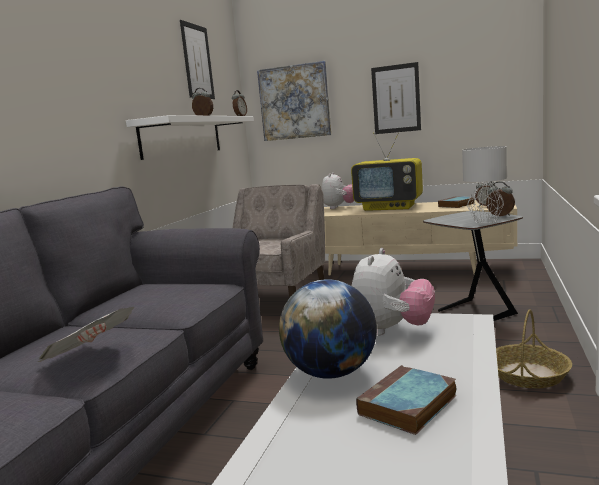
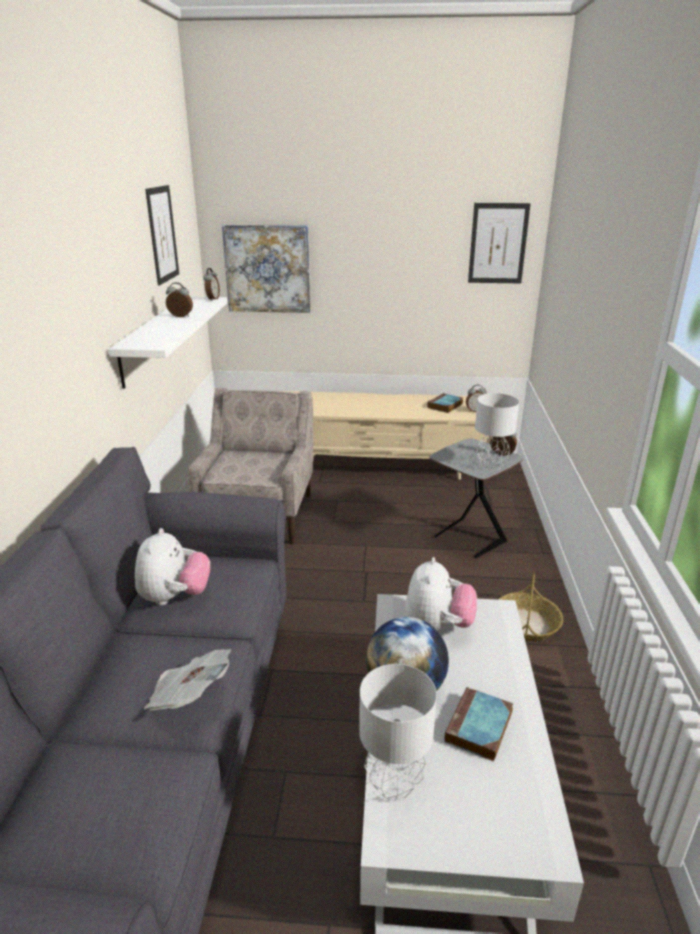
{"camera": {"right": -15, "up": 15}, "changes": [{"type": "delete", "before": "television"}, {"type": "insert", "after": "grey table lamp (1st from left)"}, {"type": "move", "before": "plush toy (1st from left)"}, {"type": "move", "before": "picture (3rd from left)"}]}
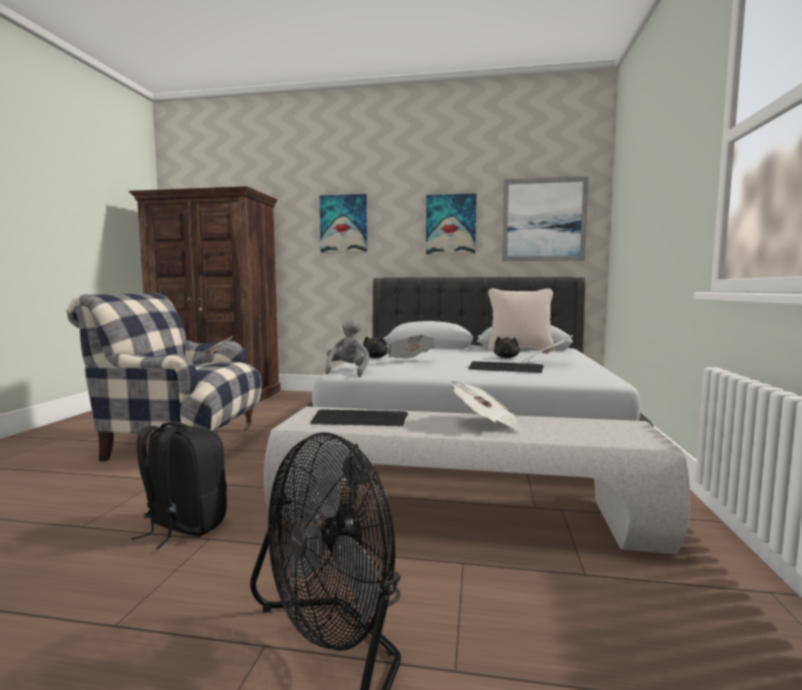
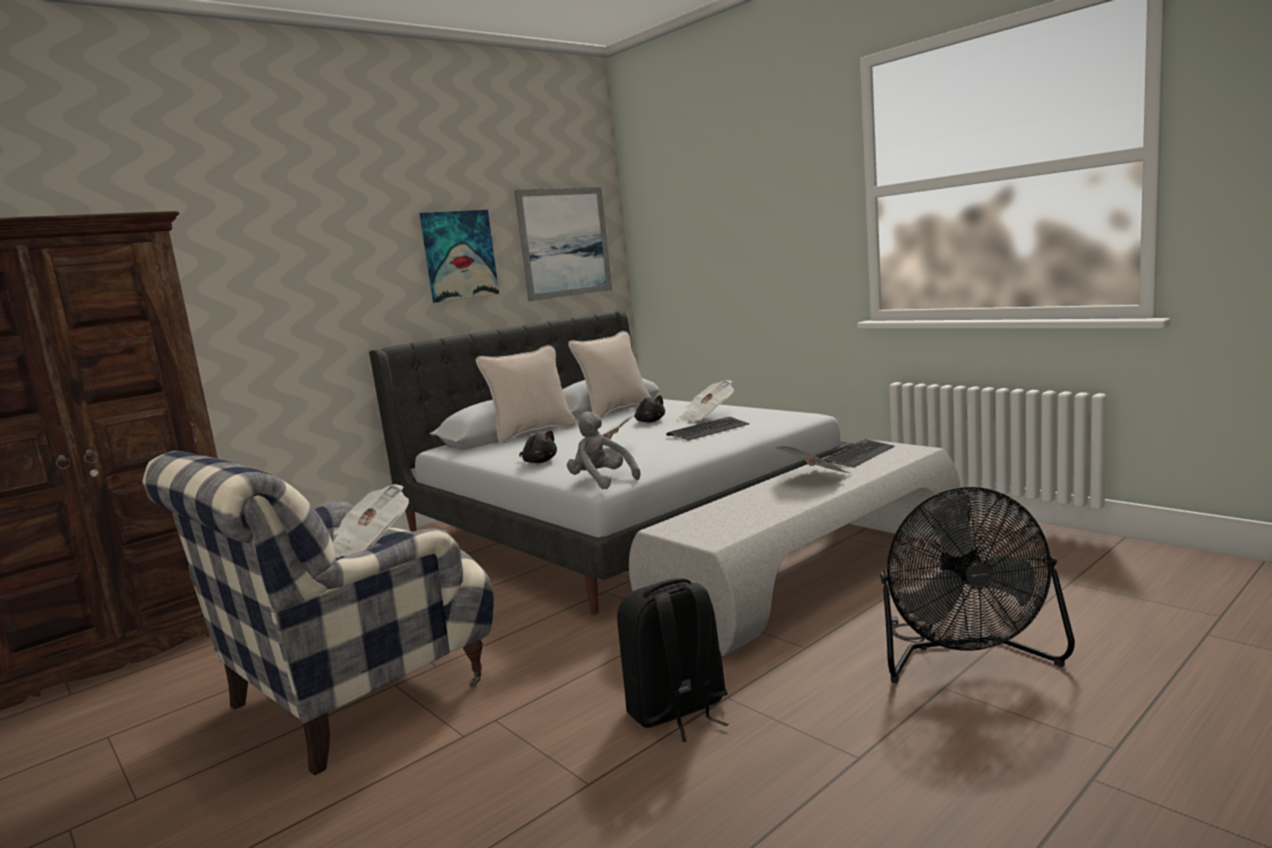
{"camera": {"right": -50, "up": 5}, "changes": [{"type": "delete", "before": "picture (1st from left)"}, {"type": "insert", "after": "beige pillow (1st from left)"}, {"type": "move", "before": "keyboard (1st from left in the first image)", "after": "keyboard (2nd from left)"}]}
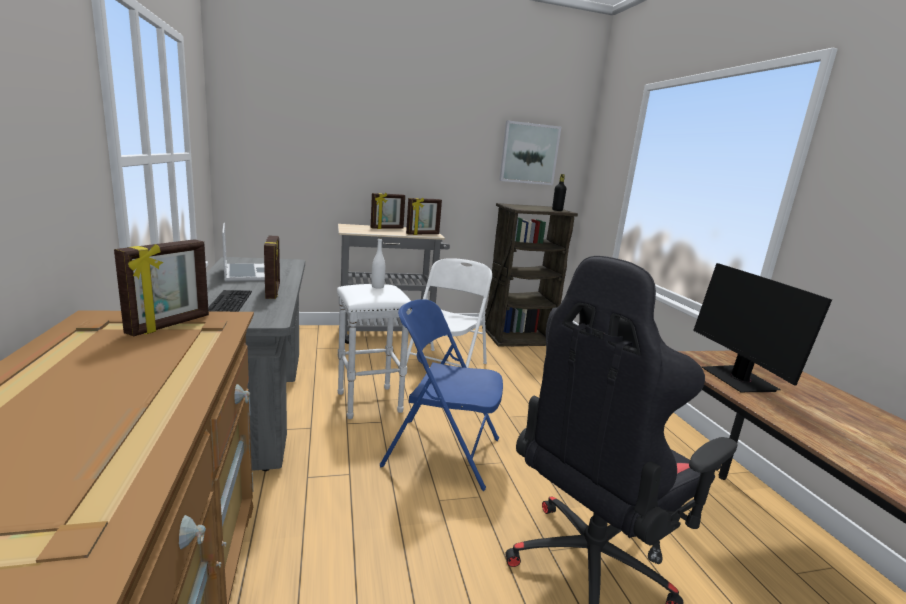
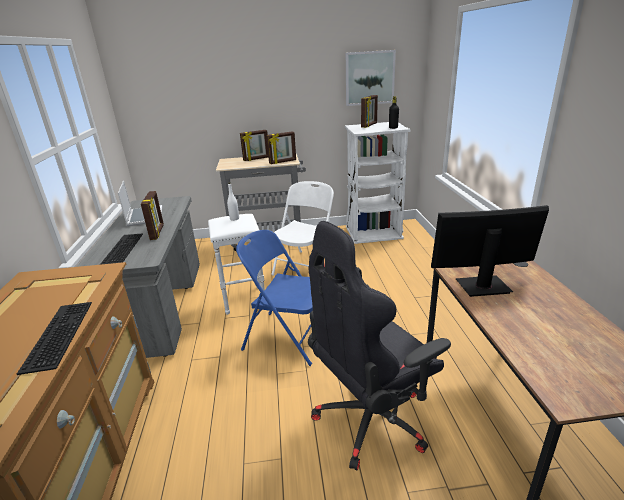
{"camera": {"right": 10, "up": 10}, "changes": [{"type": "insert", "after": "keyboard (1st from left)"}, {"type": "move", "before": "picture frame (1st from left in the first image)", "after": "picture frame (4th from left)"}, {"type": "recolor", "before": "brown bookcase", "after": "white bookcase"}, {"type": "rotate", "before": "monitor", "turn": 90}]}
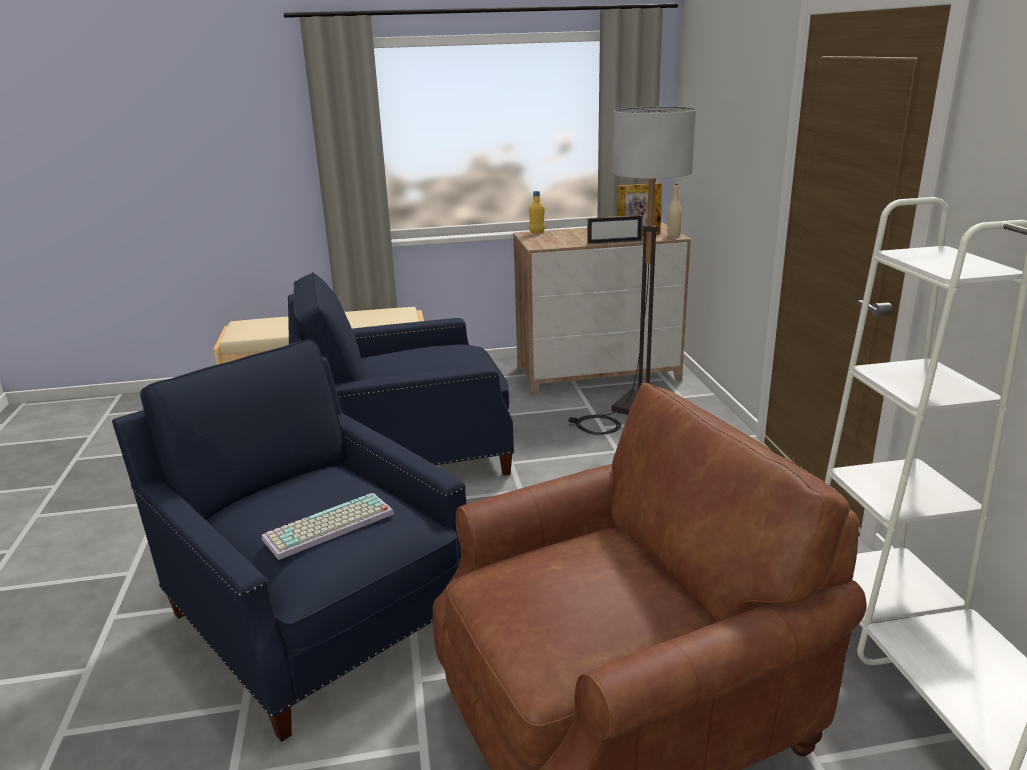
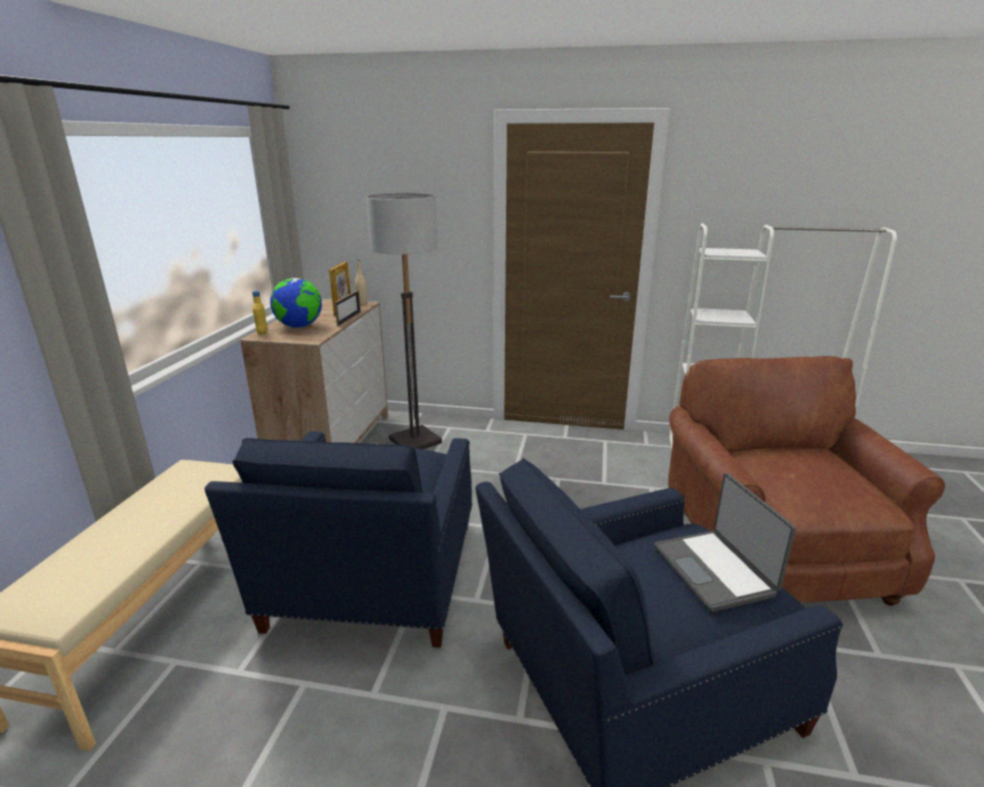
{"camera": {"right": -70, "up": 0}, "changes": [{"type": "insert", "after": "globe"}, {"type": "replace", "before": "keyboard", "after": "laptop"}]}
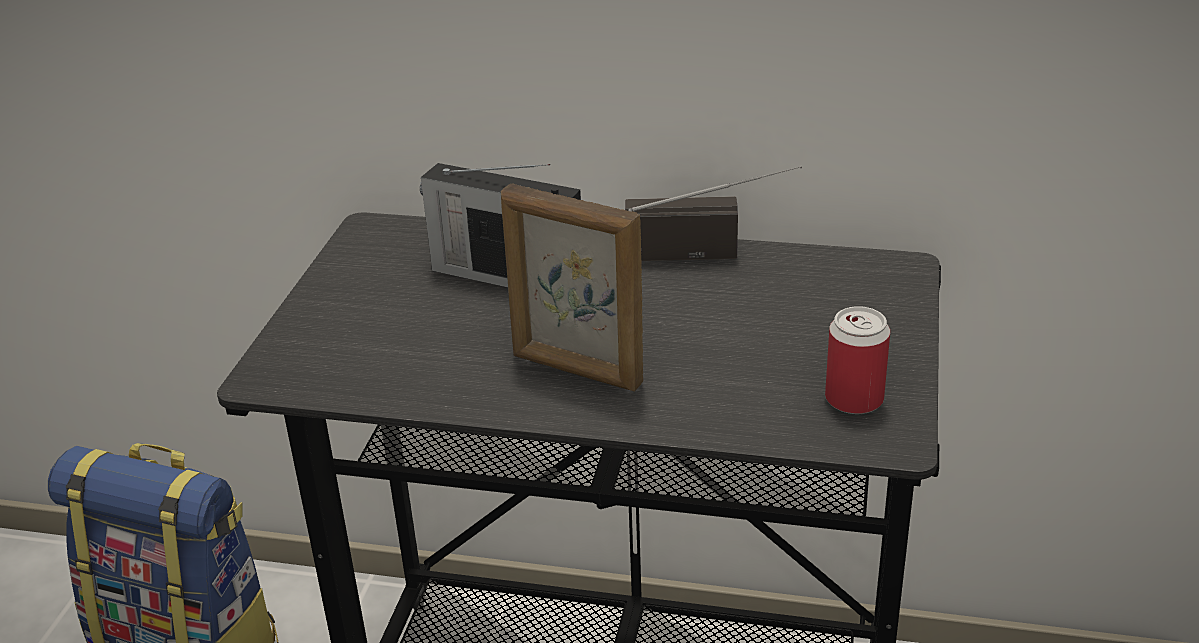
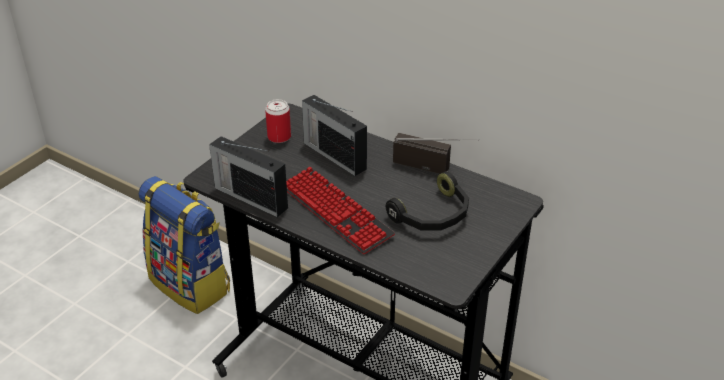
{"camera": {"right": 20, "up": 5}, "changes": [{"type": "insert", "after": "radio (1st from left)"}, {"type": "insert", "after": "black headphones"}, {"type": "move", "before": "can"}, {"type": "replace", "before": "picture frame", "after": "keyboard"}]}
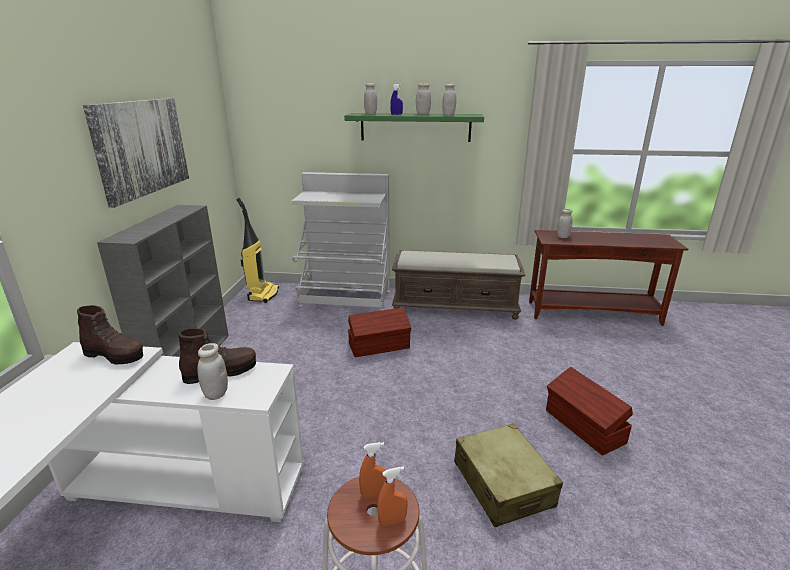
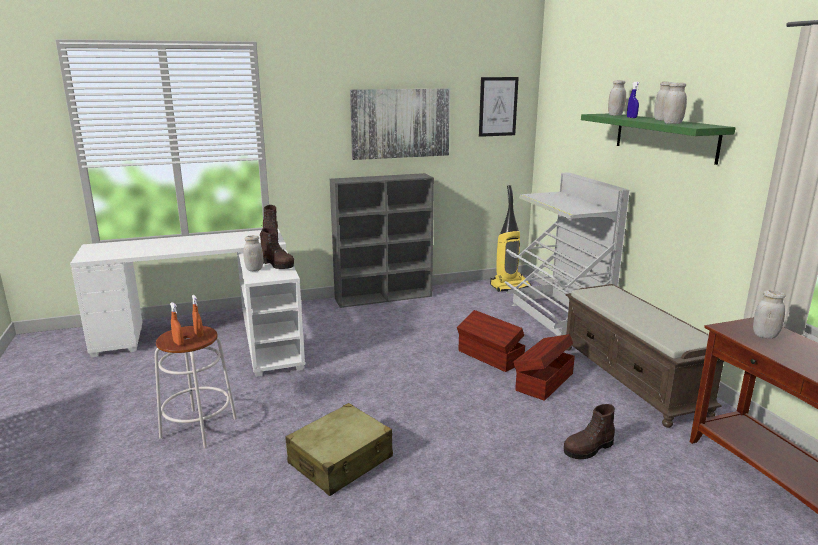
{"camera": {"right": 65, "up": -5}, "changes": [{"type": "insert", "after": "picture (2nd from left)"}, {"type": "insert", "after": "brown boot (3rd from left)"}, {"type": "move", "before": "brown storage box (2nd from left)"}]}
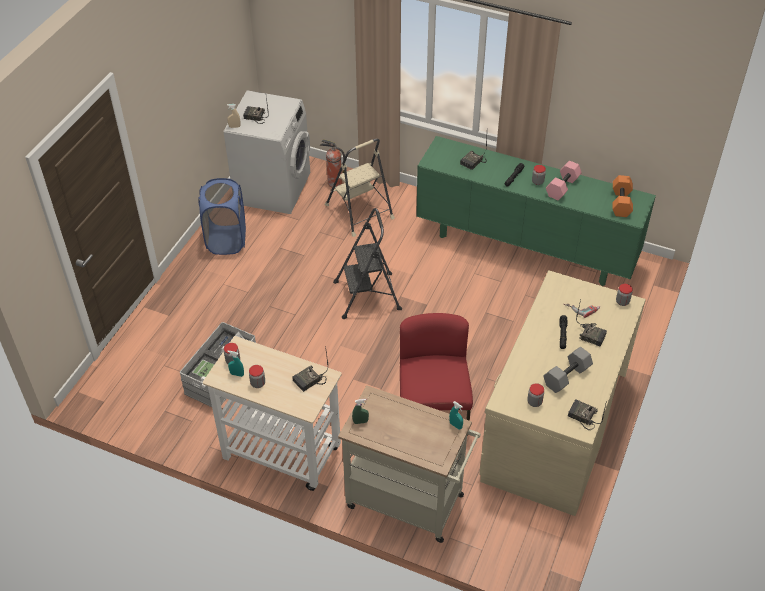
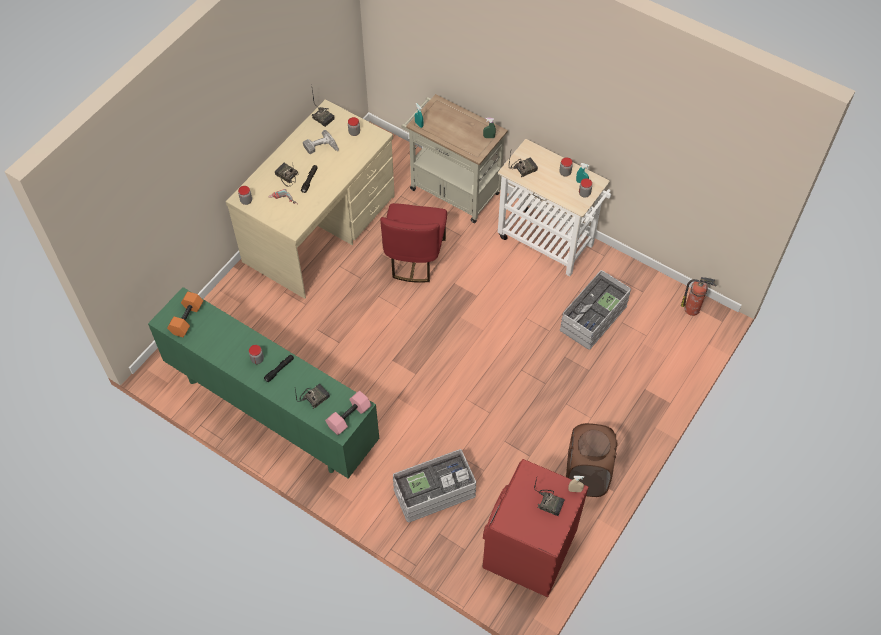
{"camera": {"right": -170, "up": 10}, "changes": [{"type": "delete", "before": "black step ladder"}, {"type": "move", "before": "fire extinguisher"}, {"type": "move", "before": "pink dumbbell"}, {"type": "replace", "before": "beige step ladder", "after": "grey storage box (1st from left)"}, {"type": "replace", "before": "grey dumbbell", "after": "power drill (2nd from left)"}, {"type": "recolor", "before": "blue laundry basket", "after": "brown laundry basket"}, {"type": "recolor", "before": "white washing machine", "after": "red washing machine"}]}
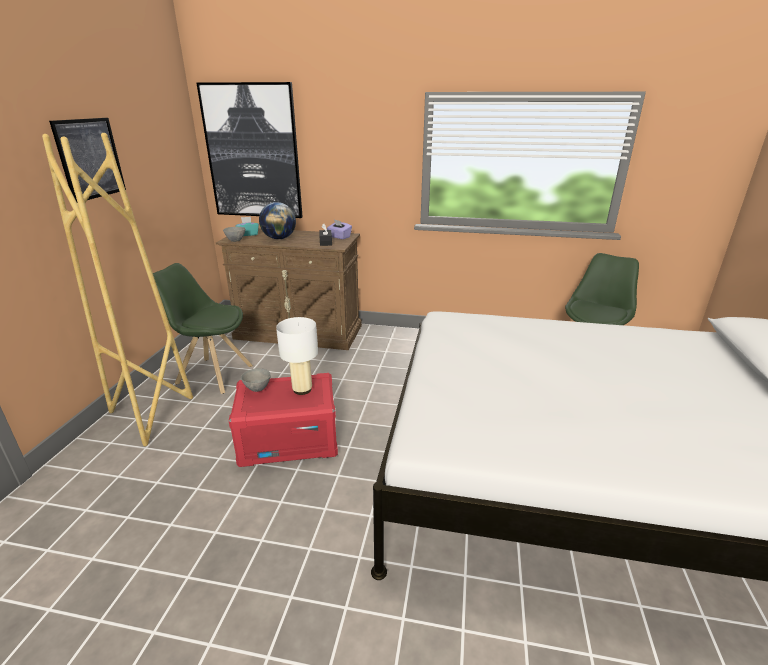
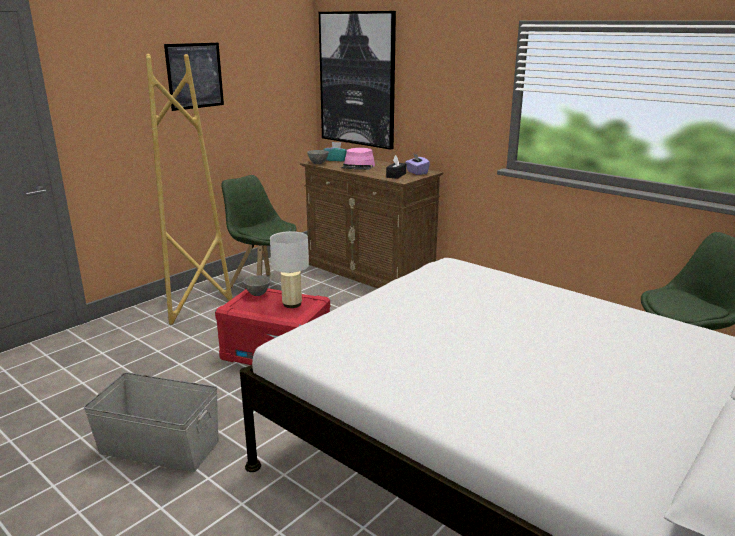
{"camera": {"right": 30, "up": -5}, "changes": [{"type": "insert", "after": "grey storage box"}, {"type": "replace", "before": "globe", "after": "pink hat"}]}
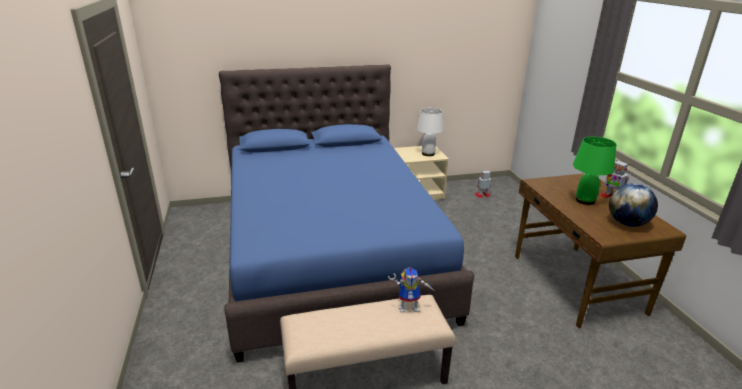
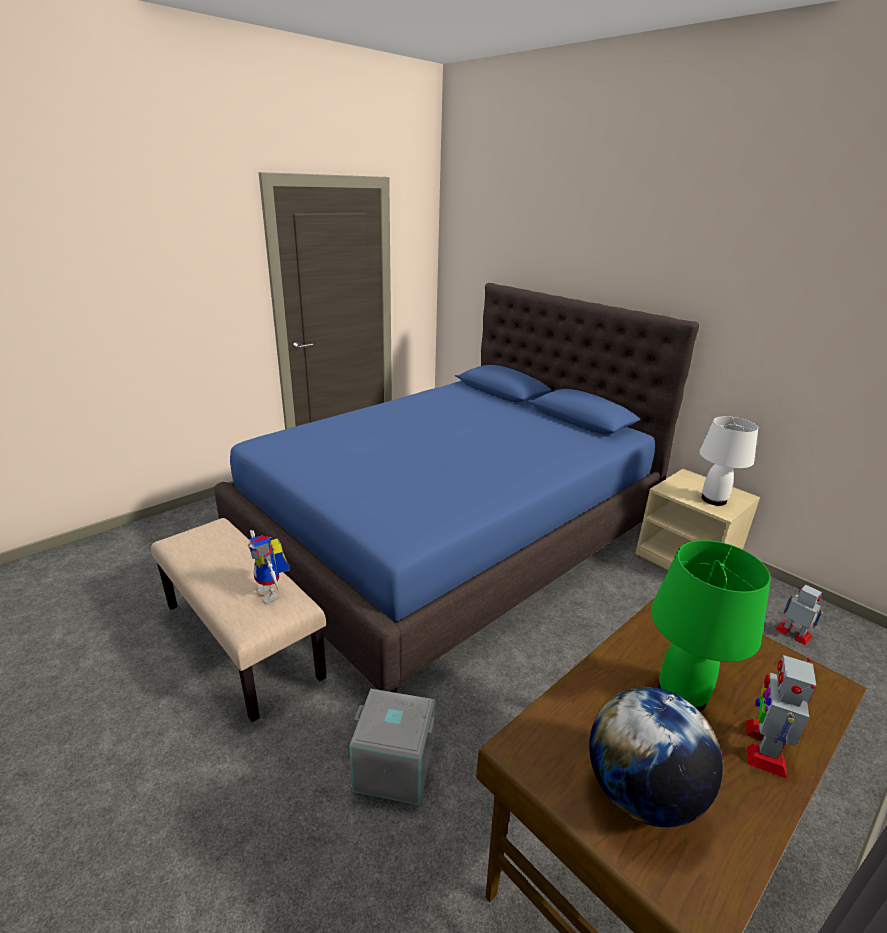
{"camera": {"right": 60, "up": 0}, "changes": [{"type": "insert", "after": "grey storage box"}]}
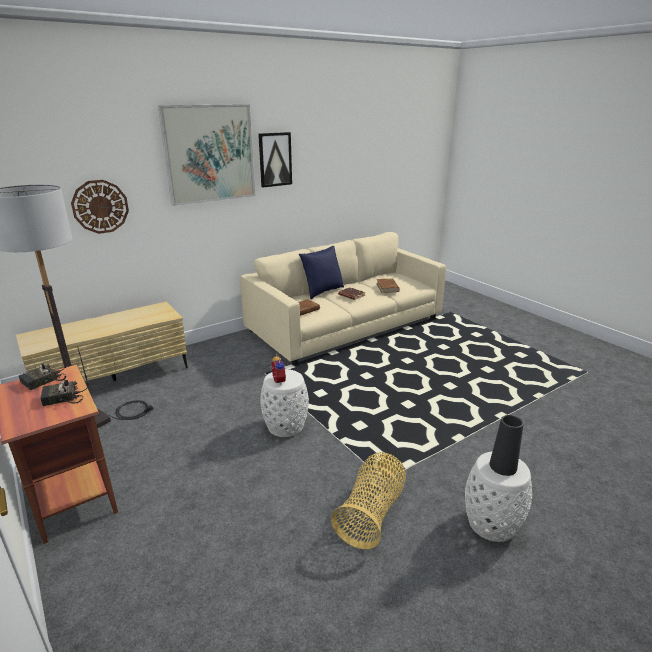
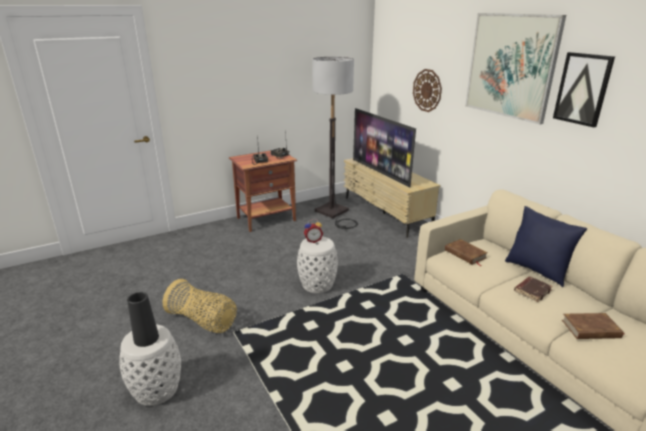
{"camera": {"right": 95, "up": 0}, "changes": [{"type": "insert", "after": "television"}]}
